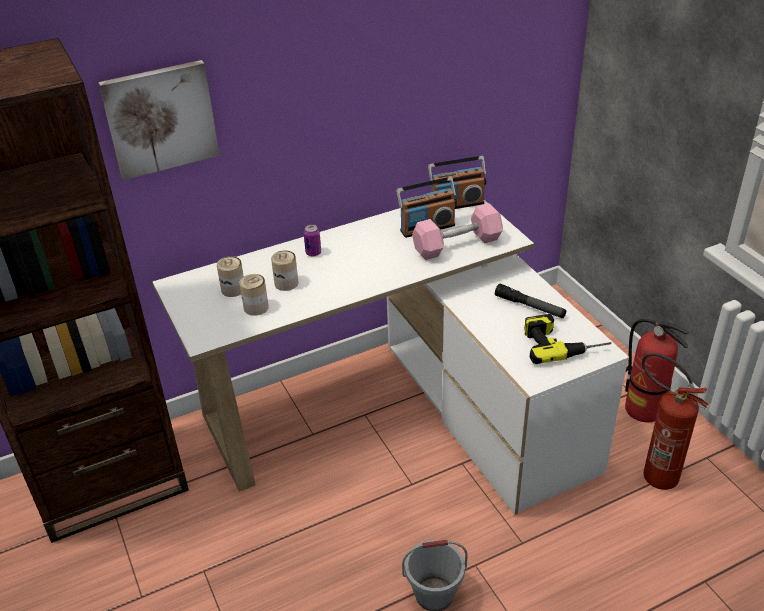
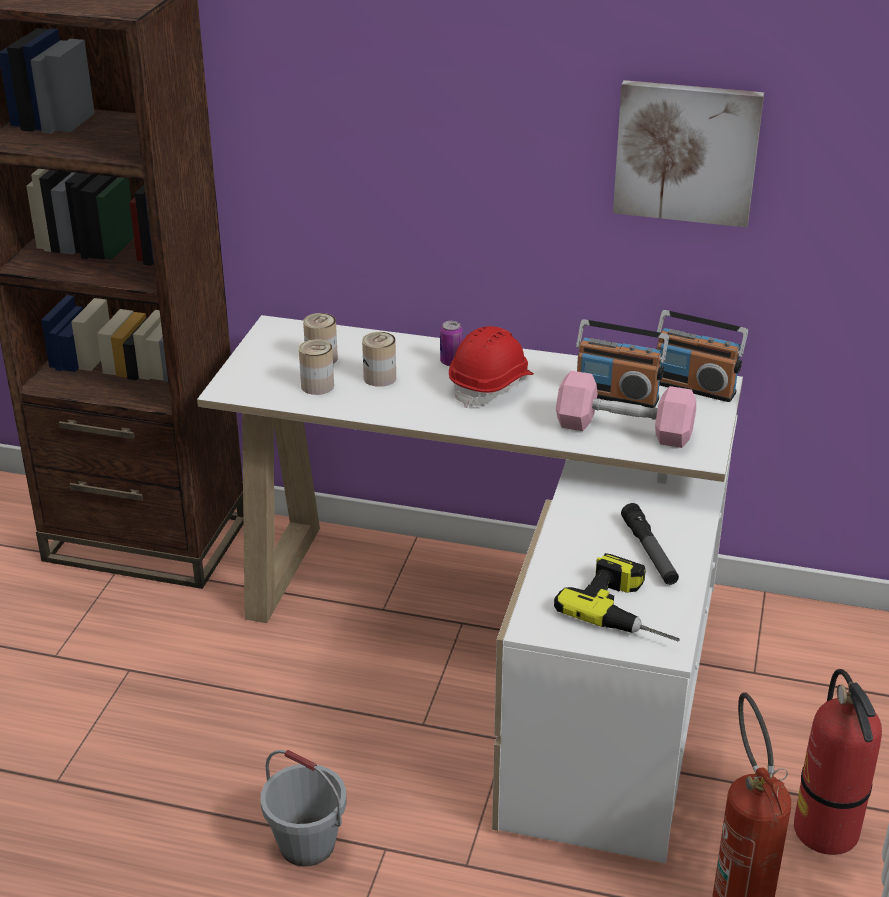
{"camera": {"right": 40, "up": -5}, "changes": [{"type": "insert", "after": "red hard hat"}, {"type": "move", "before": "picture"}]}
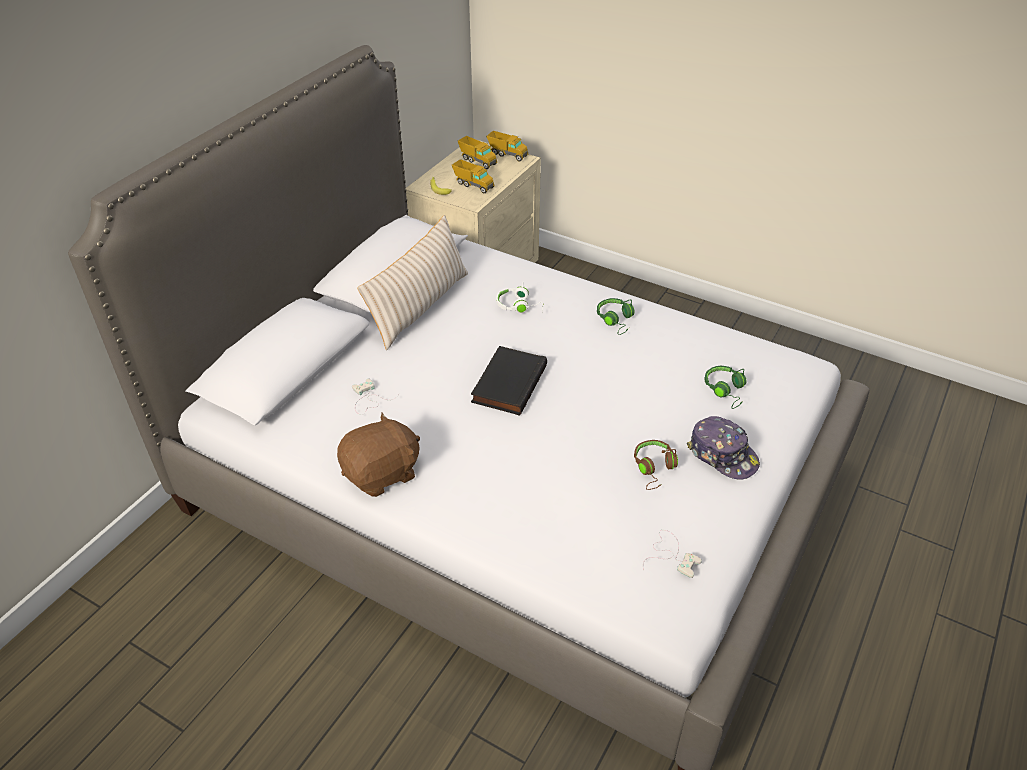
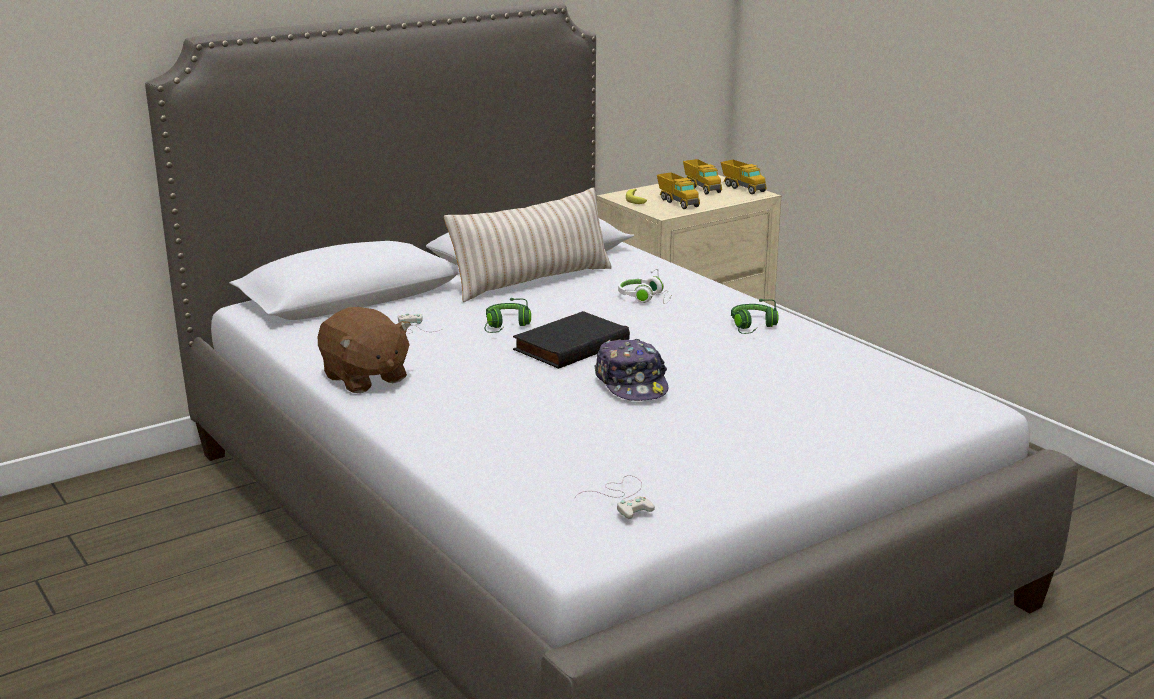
{"camera": {"right": 25, "up": -20}, "changes": [{"type": "delete", "before": "brown headphones"}, {"type": "move", "before": "cap"}, {"type": "move", "before": "green headphones (2nd from left in the first image)", "after": "green headphones (1st from left)"}, {"type": "rotate", "before": "brown plush toy", "turn": 60}]}
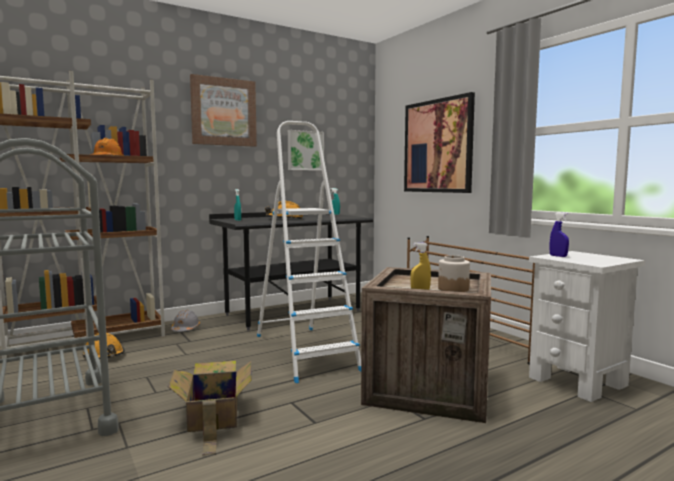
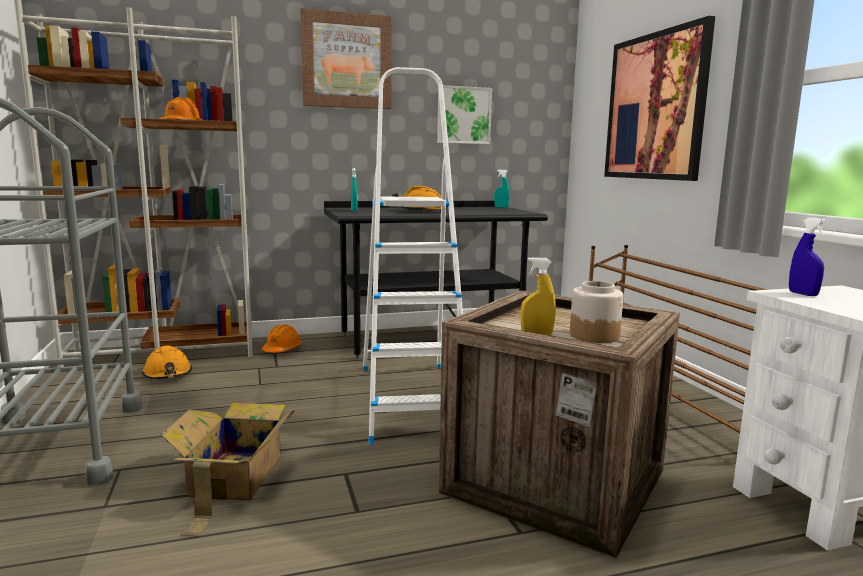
{"camera": {"right": 15, "up": 5}, "changes": [{"type": "recolor", "before": "grey hard hat", "after": "orange hard hat (3rd from left)"}]}
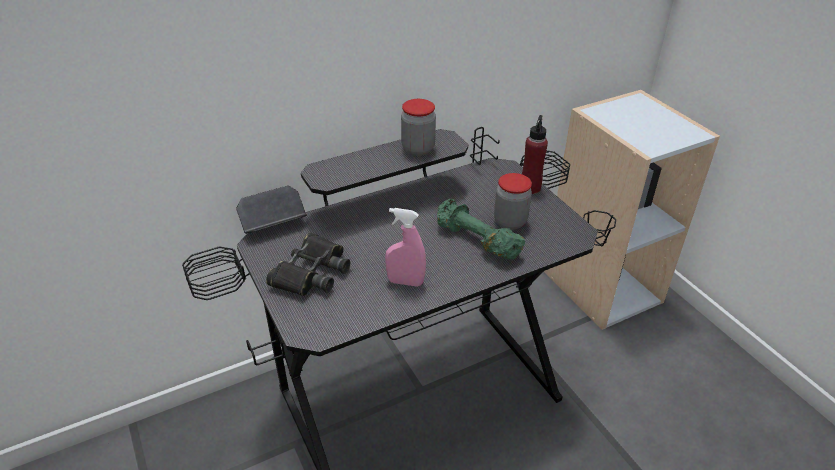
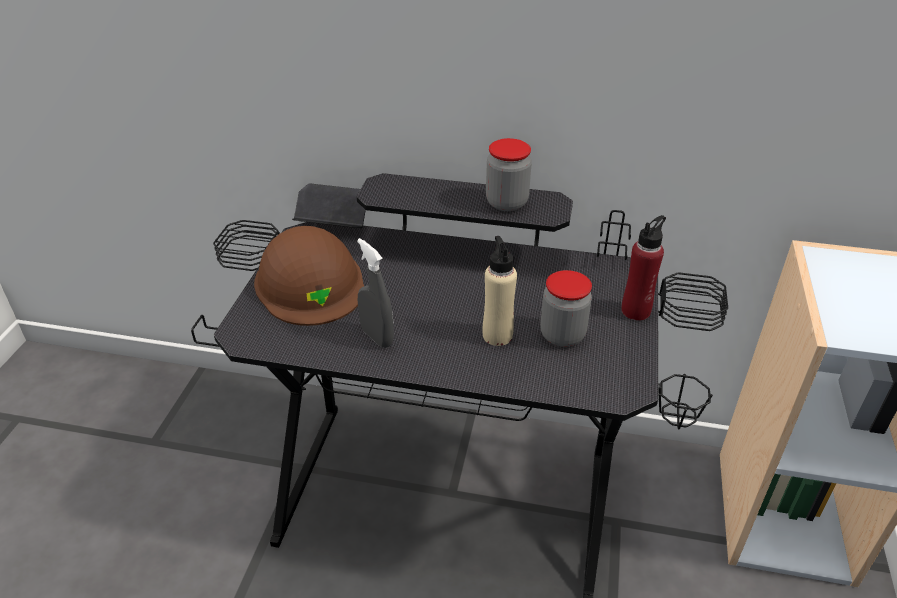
{"camera": {"right": 40, "up": 0}, "changes": [{"type": "replace", "before": "black binoculars", "after": "brown hard hat"}, {"type": "replace", "before": "green dumbbell", "after": "beige bottle"}, {"type": "recolor", "before": "pink spray bottle", "after": "grey spray bottle"}]}
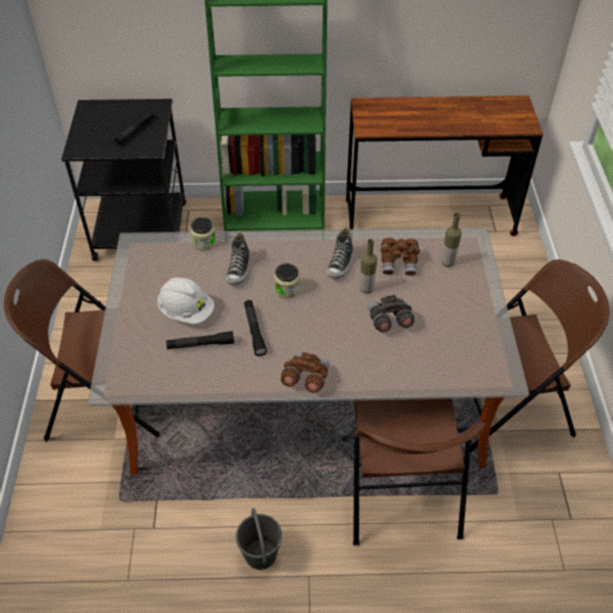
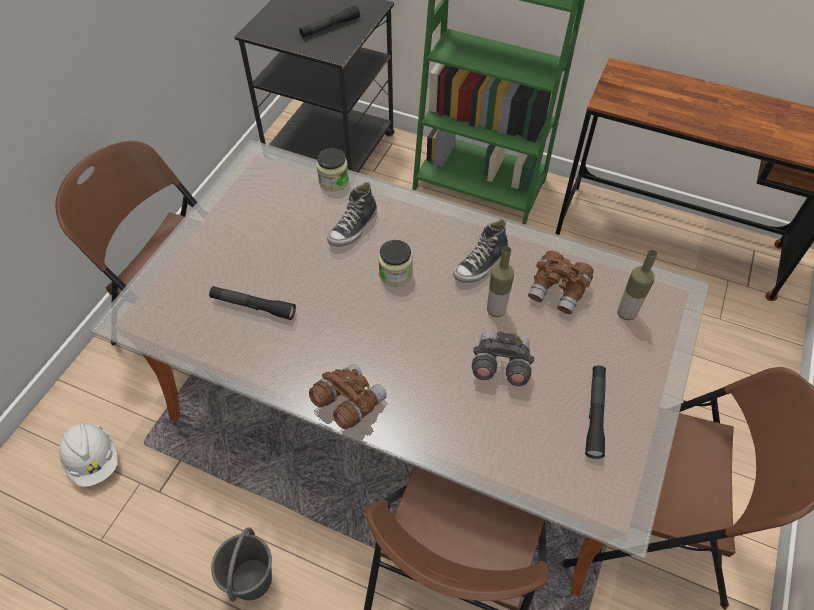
{"camera": {"right": 25, "up": 5}, "changes": [{"type": "move", "before": "white hard hat"}, {"type": "move", "before": "black flashlight (3rd from left)"}]}
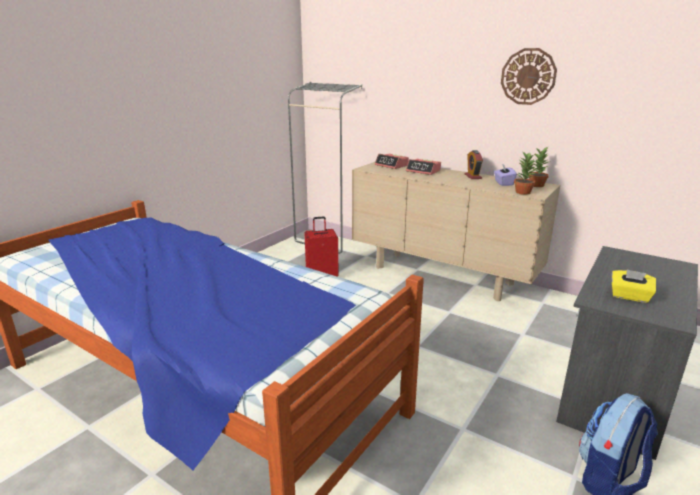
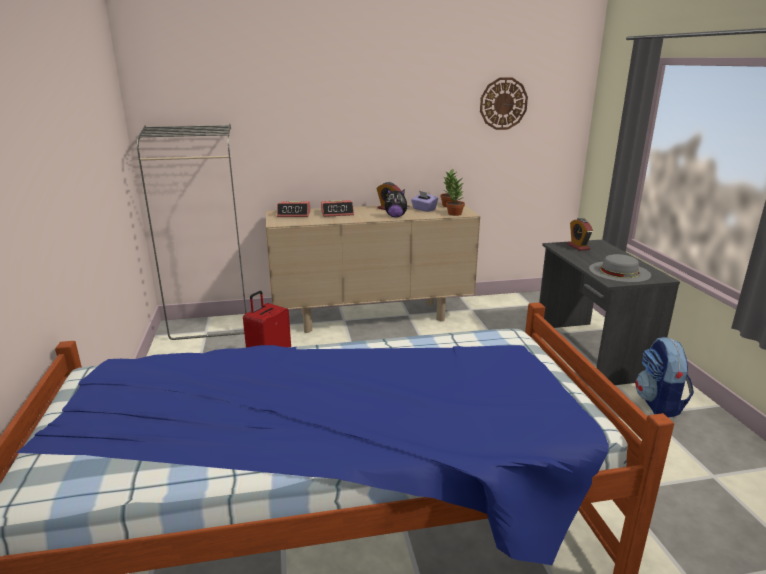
{"camera": {"right": -45, "up": 0}, "changes": [{"type": "insert", "after": "plush toy"}, {"type": "insert", "after": "alarm clock (4th from left)"}, {"type": "move", "before": "wall clock"}, {"type": "replace", "before": "yellow tissue box", "after": "grey hat"}]}
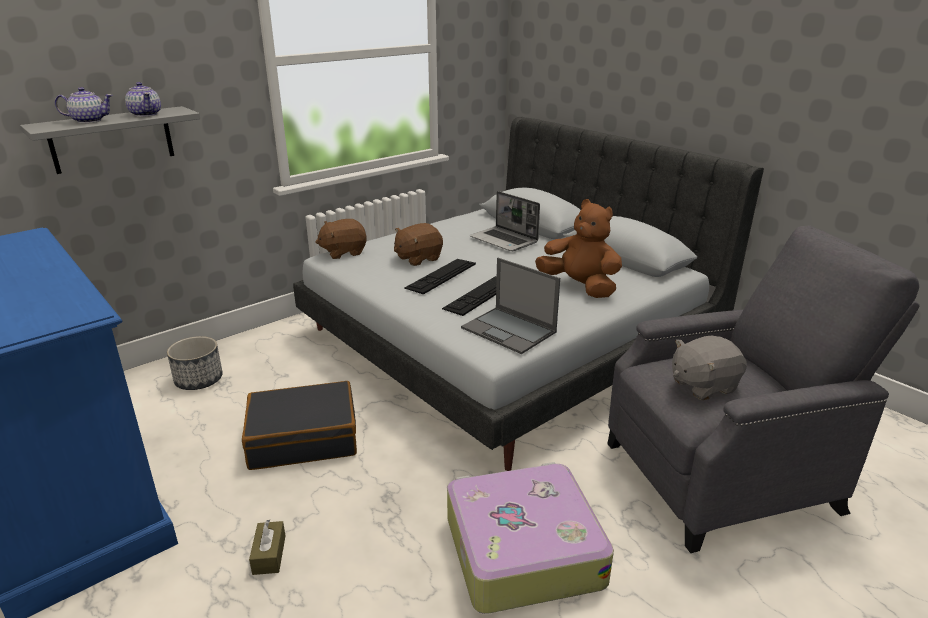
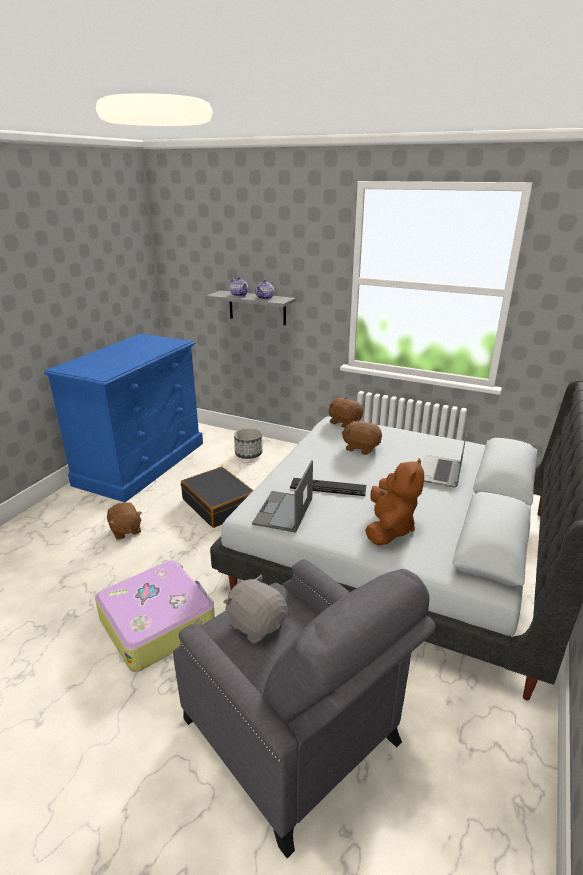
{"camera": {"right": 65, "up": 0}, "changes": [{"type": "delete", "before": "keyboard (1st from left)"}, {"type": "replace", "before": "brown tissue box", "after": "brown plush toy (1st from left)"}]}
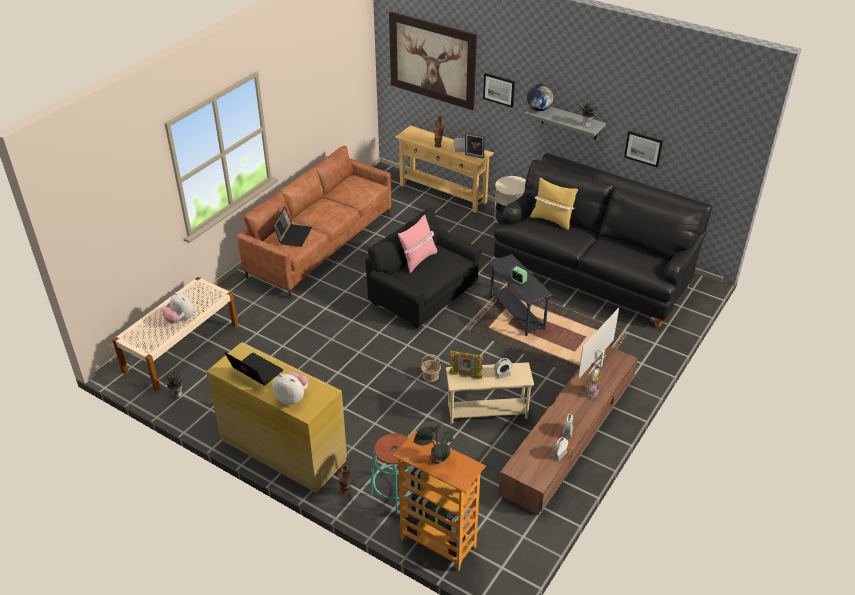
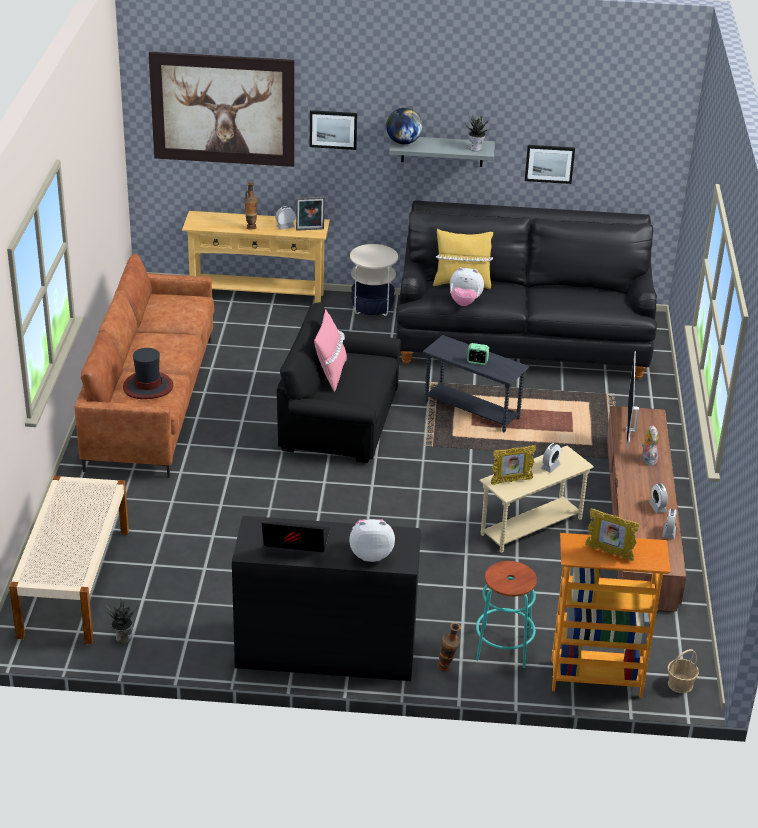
{"camera": {"right": -30, "up": -5}, "changes": [{"type": "move", "before": "plush toy (1st from left in the first image)", "after": "plush toy (2nd from left)"}, {"type": "move", "before": "basket"}, {"type": "replace", "before": "laptop (2nd from left)", "after": "hat"}, {"type": "replace", "before": "potted plant (2nd from left)", "after": "picture frame (3rd from left)"}, {"type": "recolor", "before": "yellow cabinet", "after": "black cabinet"}]}
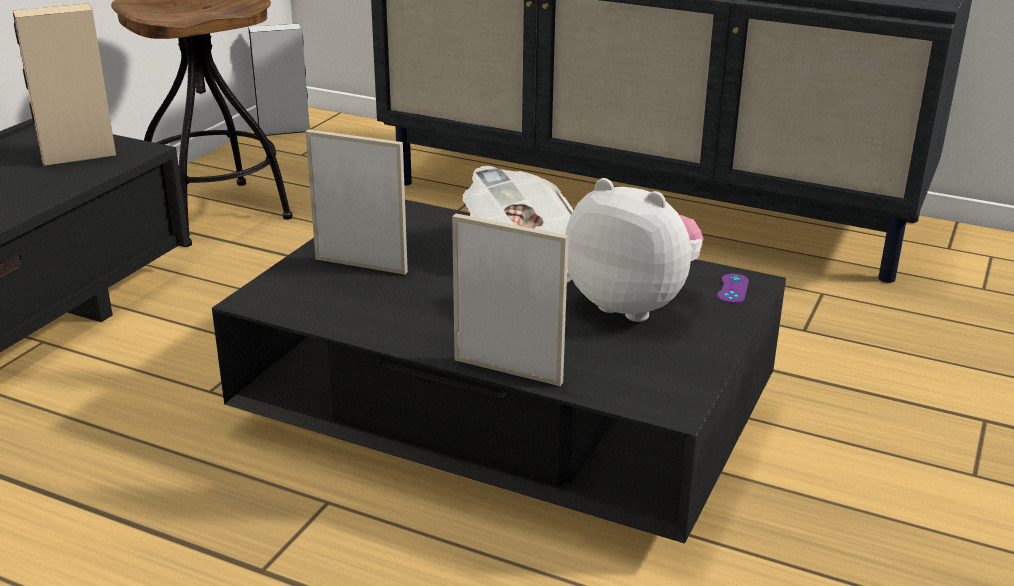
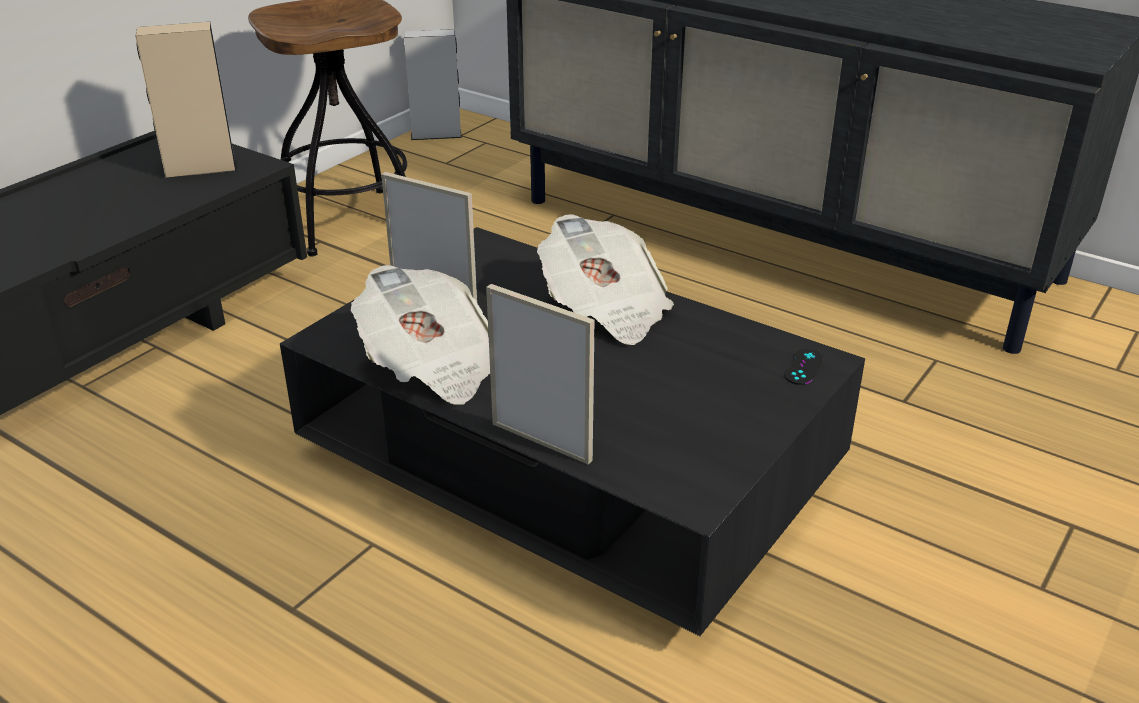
{"camera": {"right": 10, "up": 5}, "changes": [{"type": "delete", "before": "plush toy"}, {"type": "insert", "after": "newspaper (1st from left)"}, {"type": "recolor", "before": "purple game controller", "after": "black game controller"}]}
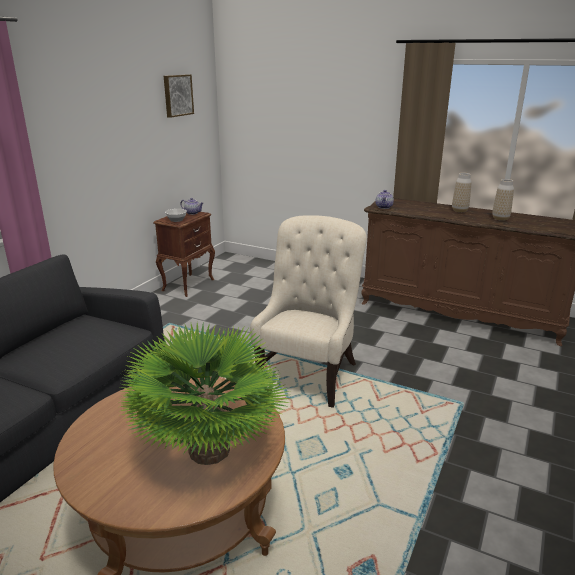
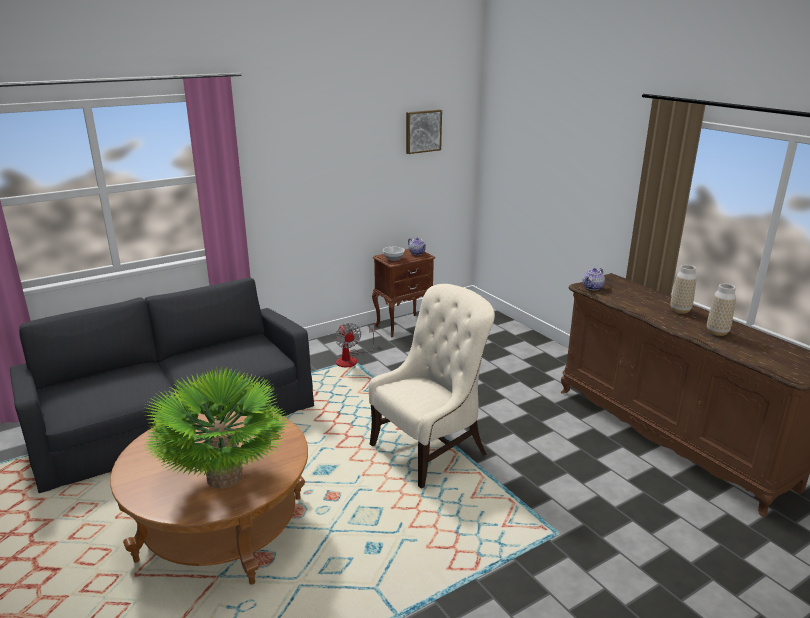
{"camera": {"right": 30, "up": 0}, "changes": [{"type": "insert", "after": "fan"}]}
